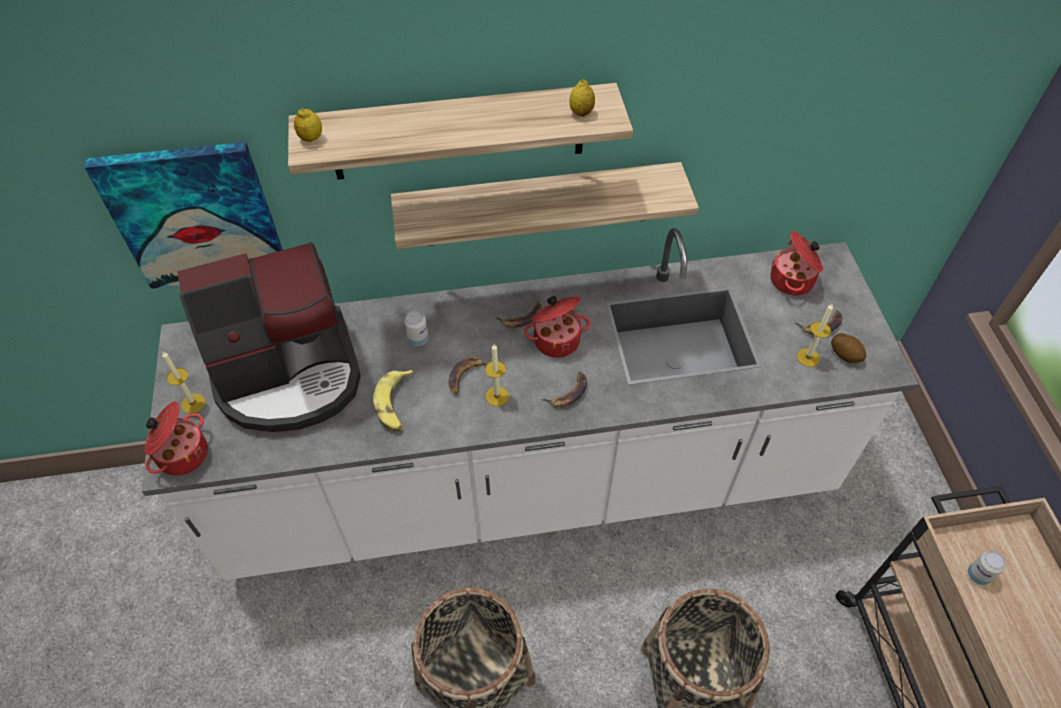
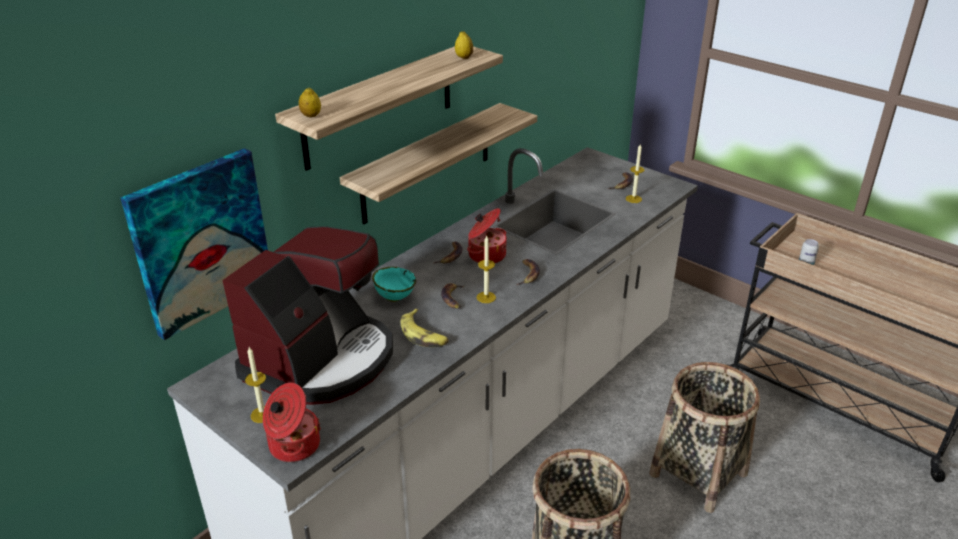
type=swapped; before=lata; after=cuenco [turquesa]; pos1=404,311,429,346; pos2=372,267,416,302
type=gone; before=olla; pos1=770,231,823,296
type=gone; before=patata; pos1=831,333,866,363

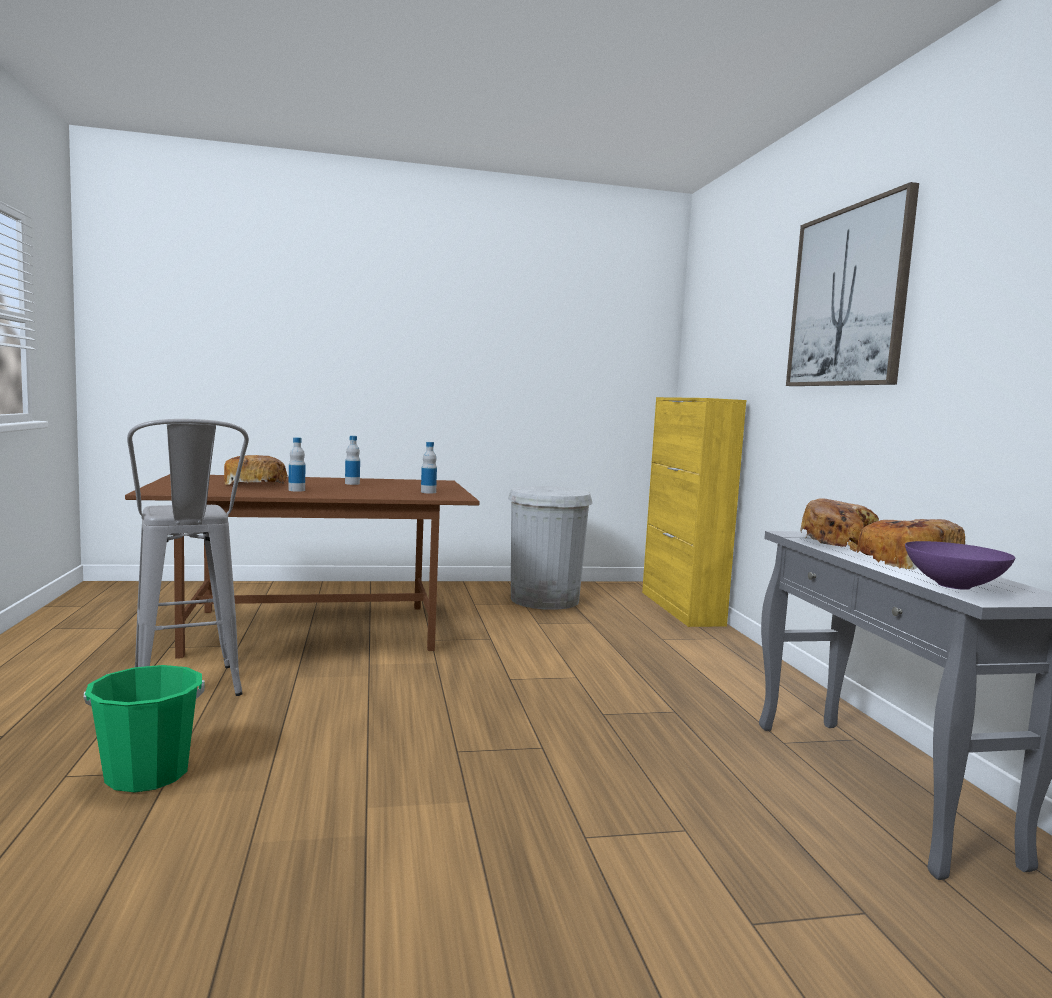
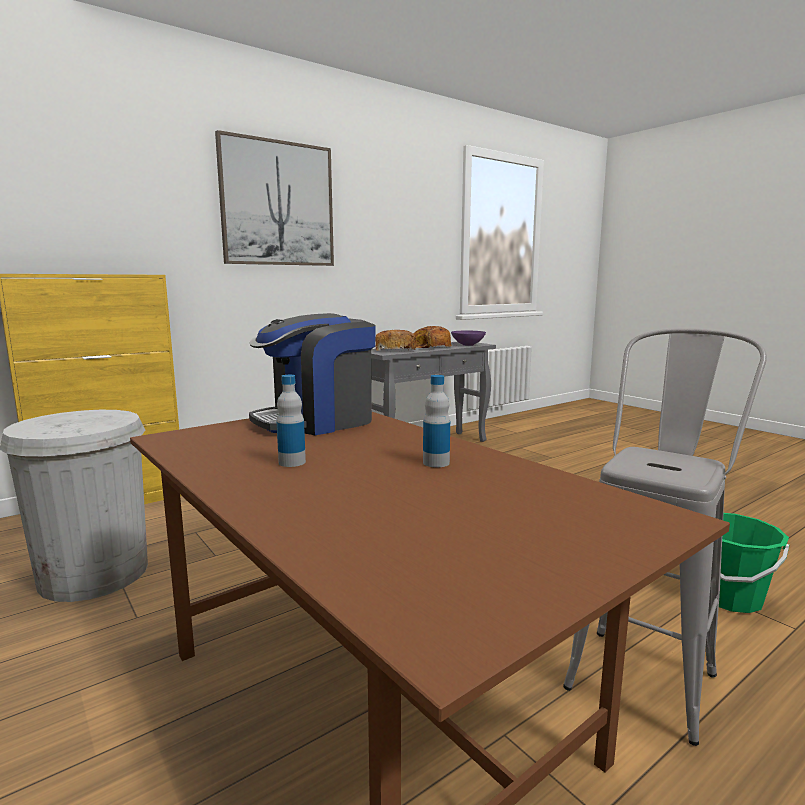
type=gone; before=pan; pos1=224,455,288,485
type=swapped; before=botella; after=cafetera; pos1=421,442,437,494; pos2=249,313,376,435

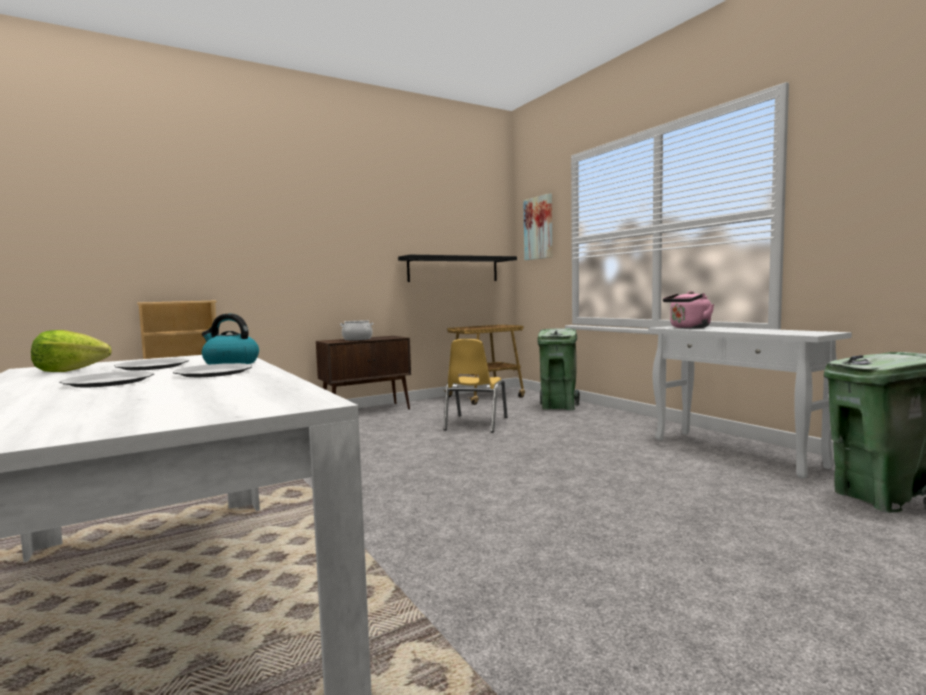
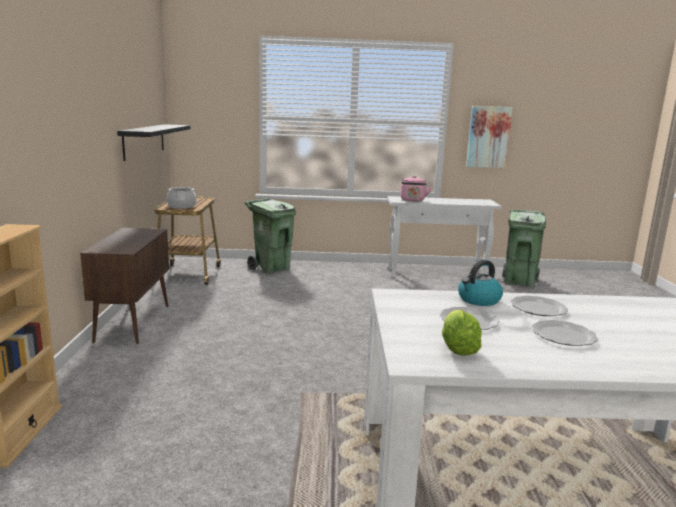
type=shifted; before=olla; pos1=340,321,374,341; pos2=167,187,197,209
type=gone; before=silla [amarillo]; pos1=443,339,508,432
type=shifted; before=cuadro; pos1=523,193,552,260; pos2=466,106,513,168

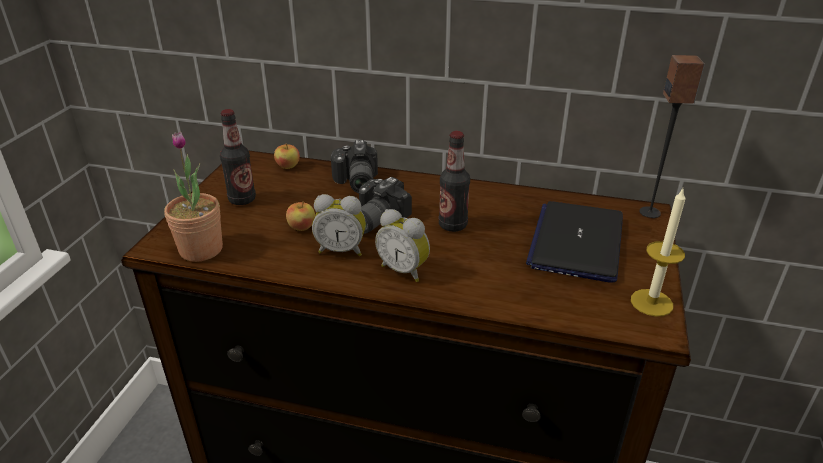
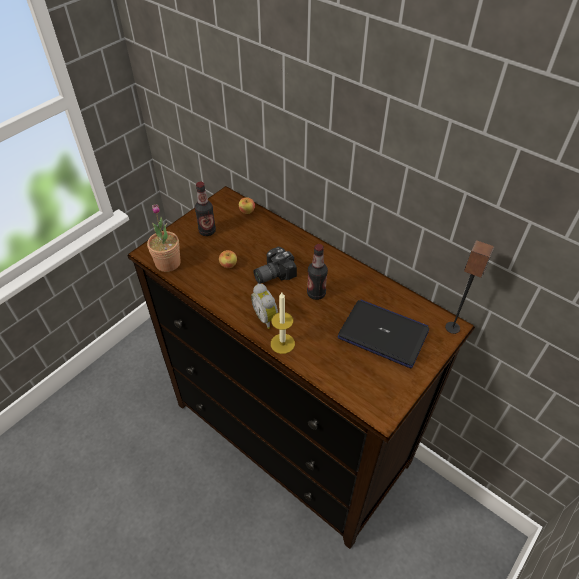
type=gone; before=despertador; pos1=312,194,366,256
type=gone; before=cámara; pos1=331,140,378,193
type=rotated; before=portátil; pos1=526,201,623,283; pos2=338,300,430,368; turn=75
type=shifted; before=vela; pos1=631,189,686,317; pos2=271,292,295,354

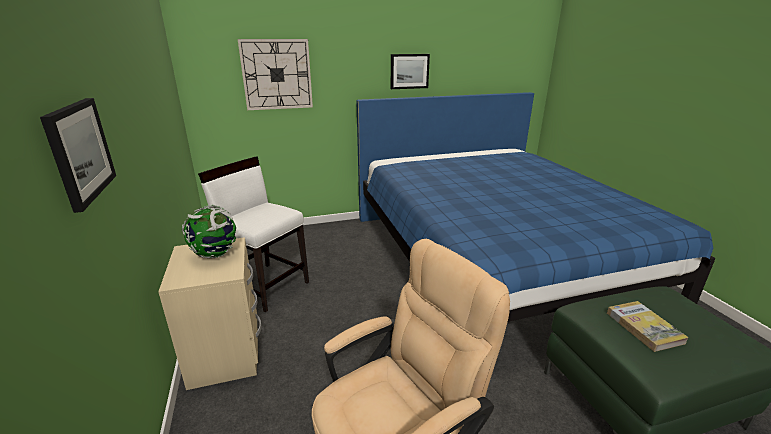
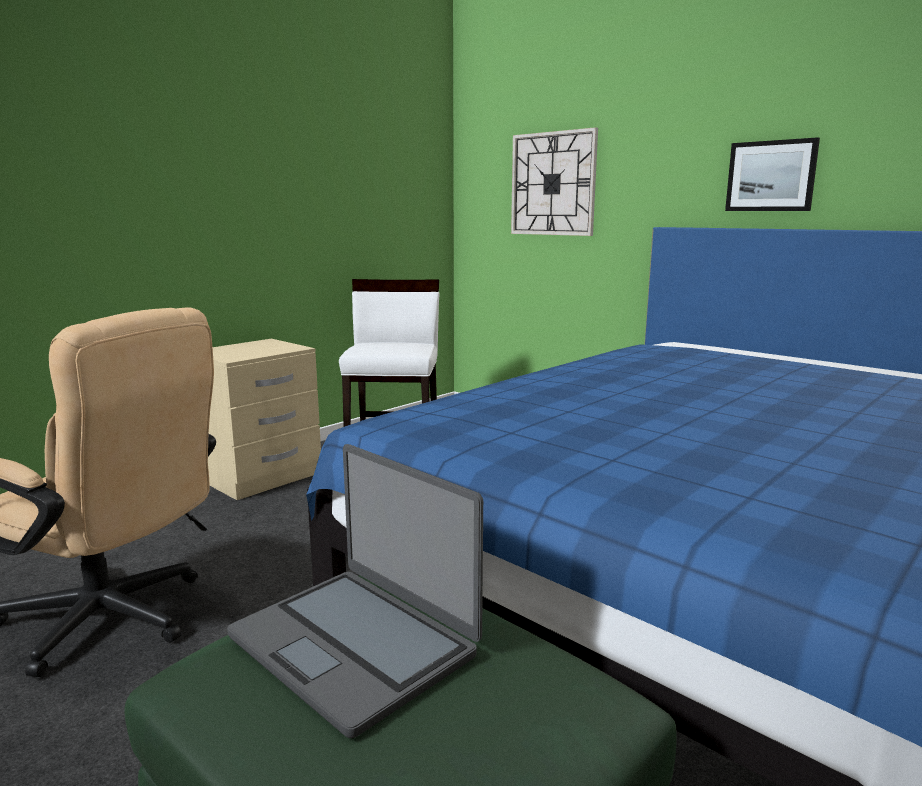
type=gone; before=cuadro; pos1=40,98,116,213
type=gone; before=globo terráqueo; pos1=182,205,236,258
type=swapped; before=libro; after=portátil; pos1=607,301,689,352; pos2=227,444,483,738

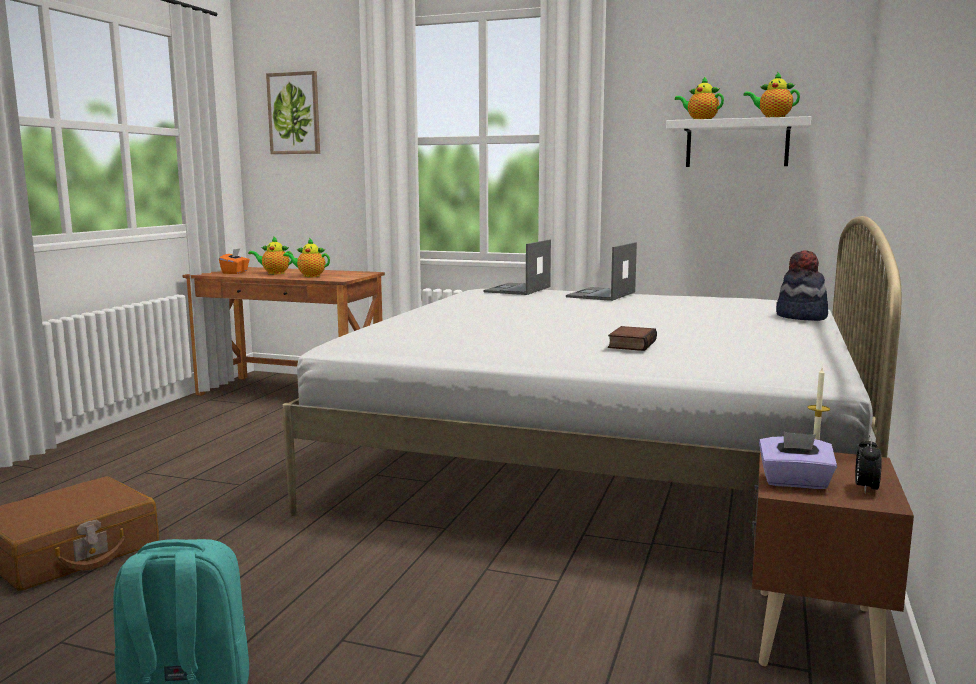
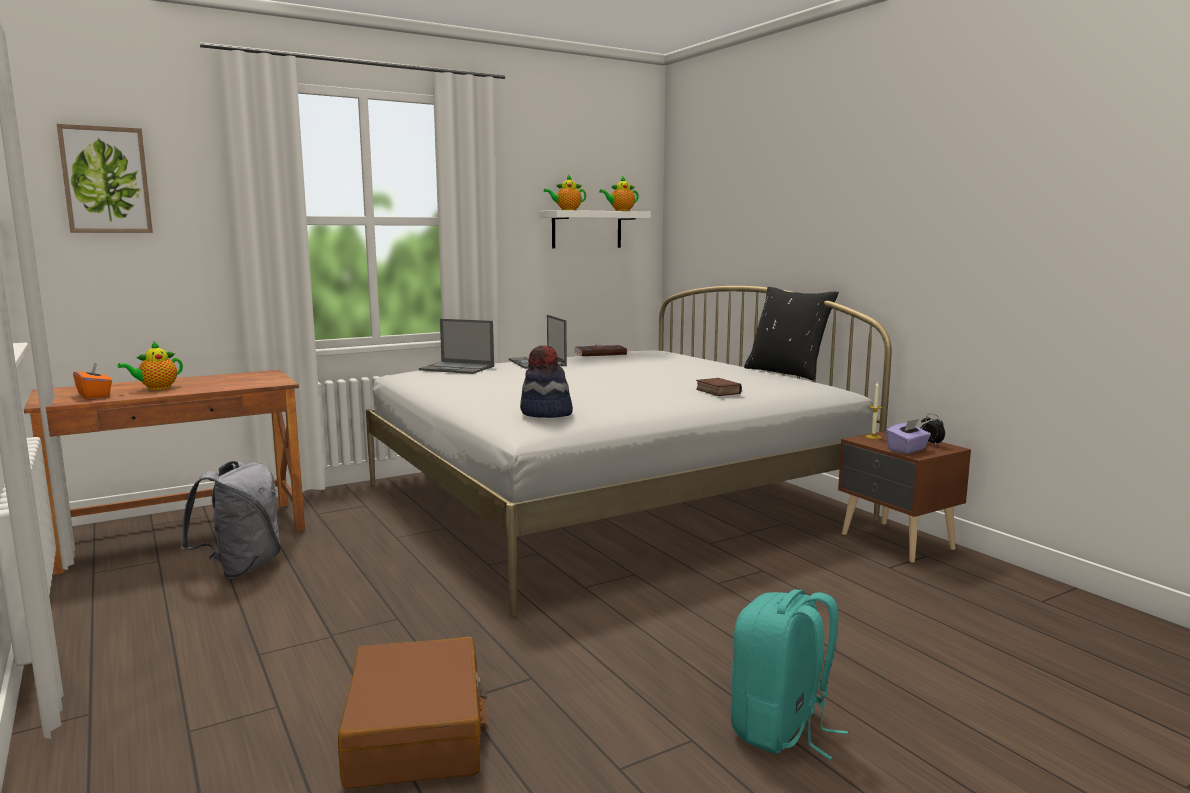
type=gone; before=tetera; pos1=283,238,330,277
type=rotated; before=portátil; pos1=483,239,551,295; pos2=419,319,494,374; turn=-45
type=shifted; before=sombrero; pos1=776,250,828,321; pos2=520,345,573,418
type=new; after=mochila [gris]; pos2=180,461,281,579
type=new; after=libro; pos2=574,345,628,356
type=new; after=cojín [negro]; pos2=744,287,839,380

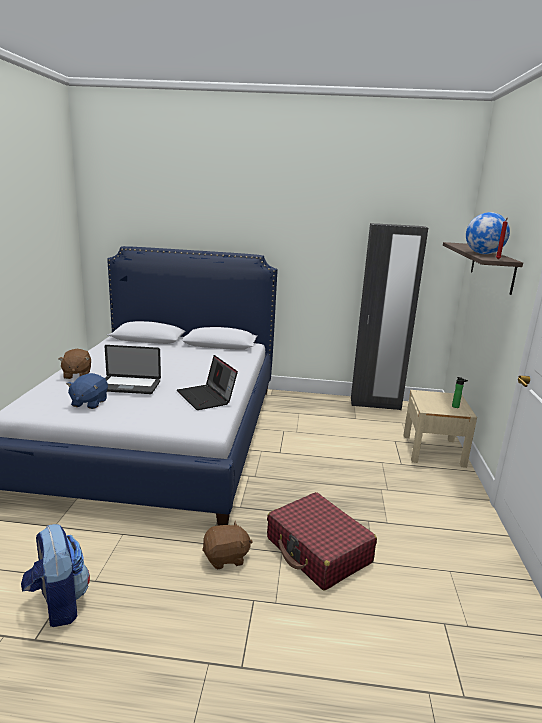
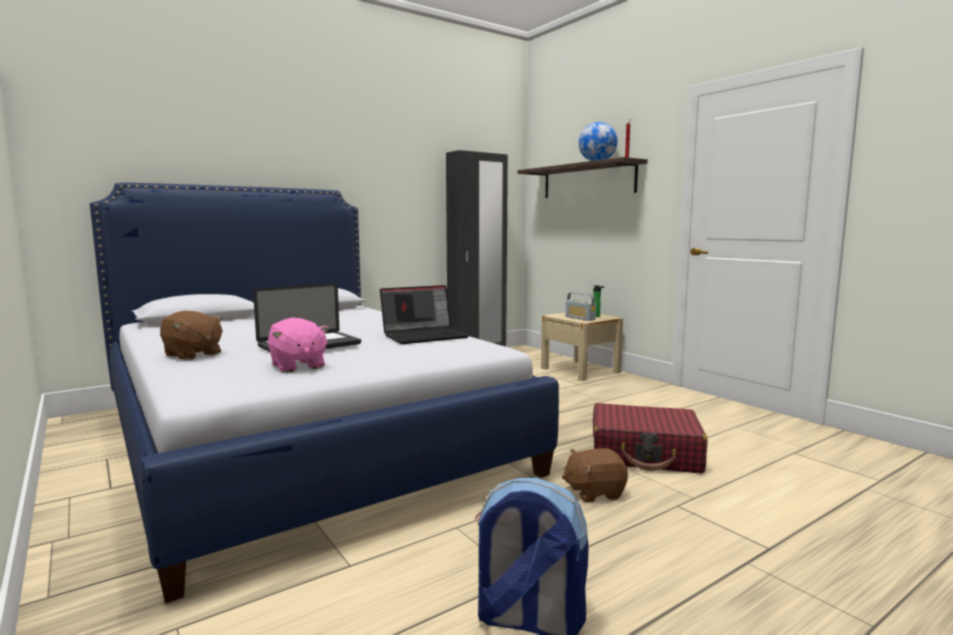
type=repainted; before=peluche [azul]; after=peluche [rosa]; pos1=66,373,108,409; pos2=268,318,330,373
type=rotated; before=portátil; pos1=177,355,238,410; pos2=380,285,469,344; turn=-45
type=rotated; before=peluche [marrón]; pos1=202,521,253,569; pos2=562,448,628,502; turn=-135
type=new; after=radio; pos2=566,292,596,321

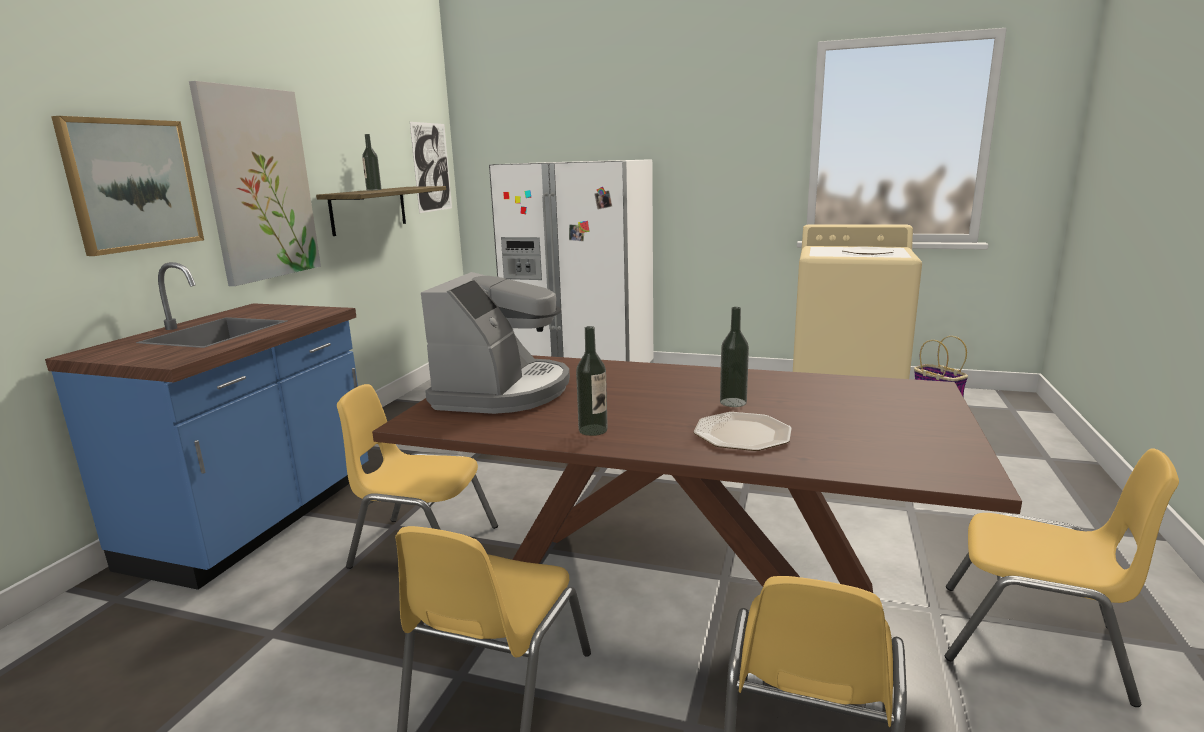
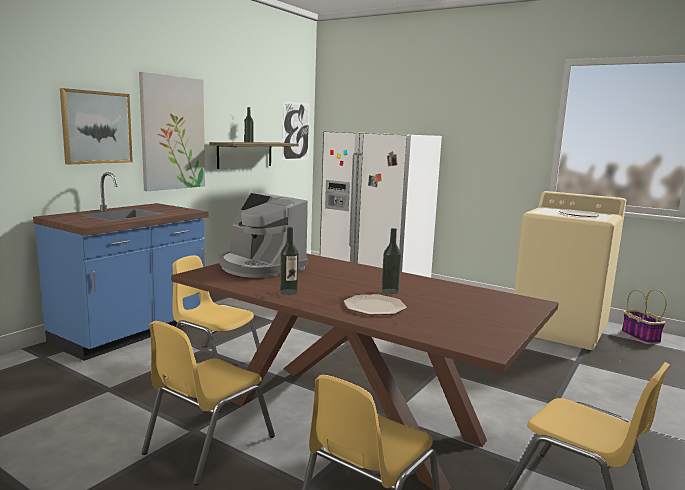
type=rotated; before=cafetera; pos1=421,272,570,414; pos2=219,193,308,278; turn=105

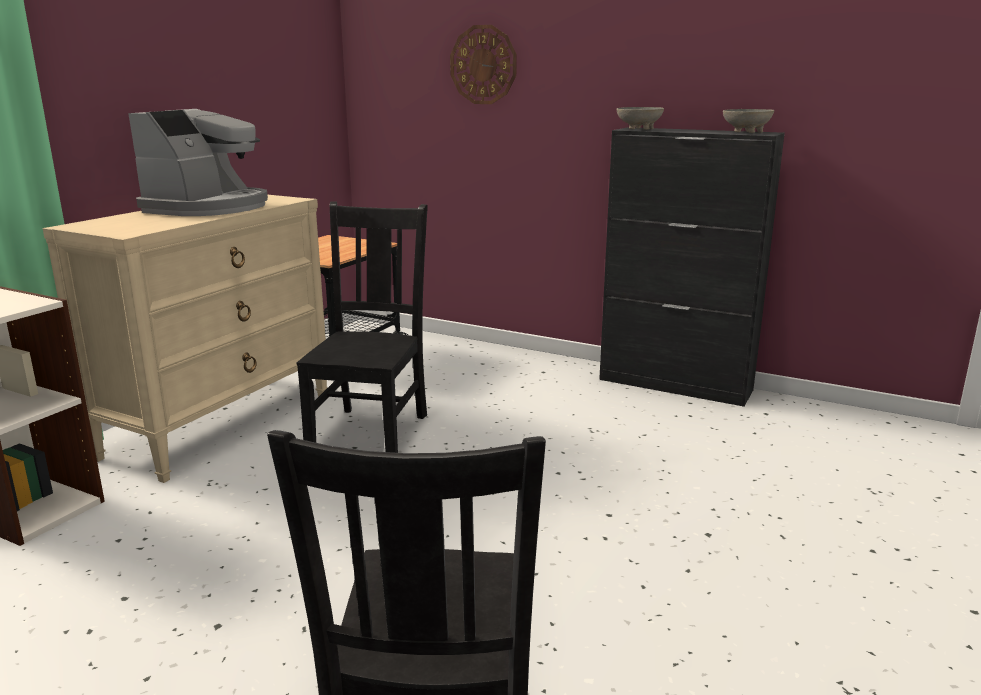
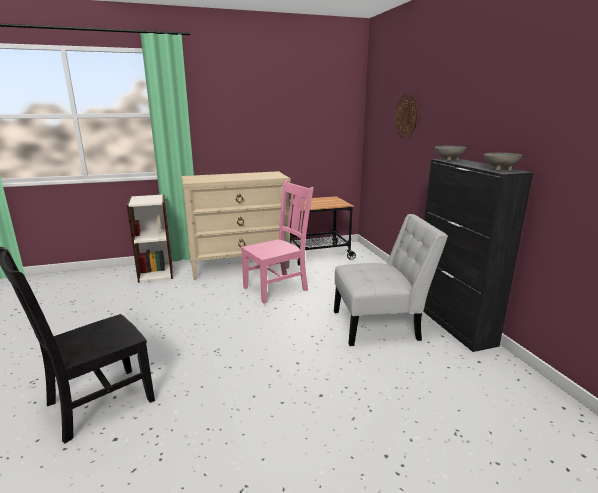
type=gone; before=cafetera; pos1=128,109,268,216
type=repainted; before=silla [negro]; after=silla [rosa]; pos1=296,201,428,453; pos2=241,180,314,304
type=new; after=silla [blanco]; pos2=334,214,448,346

